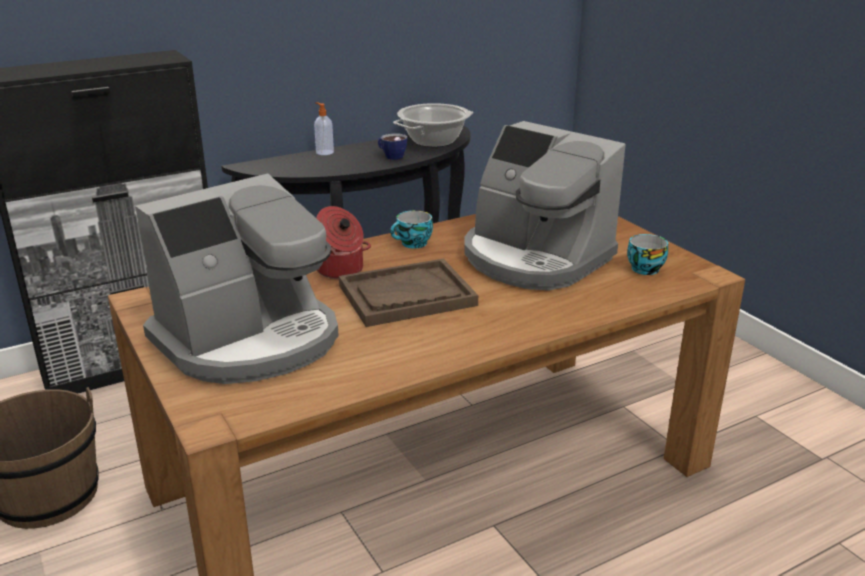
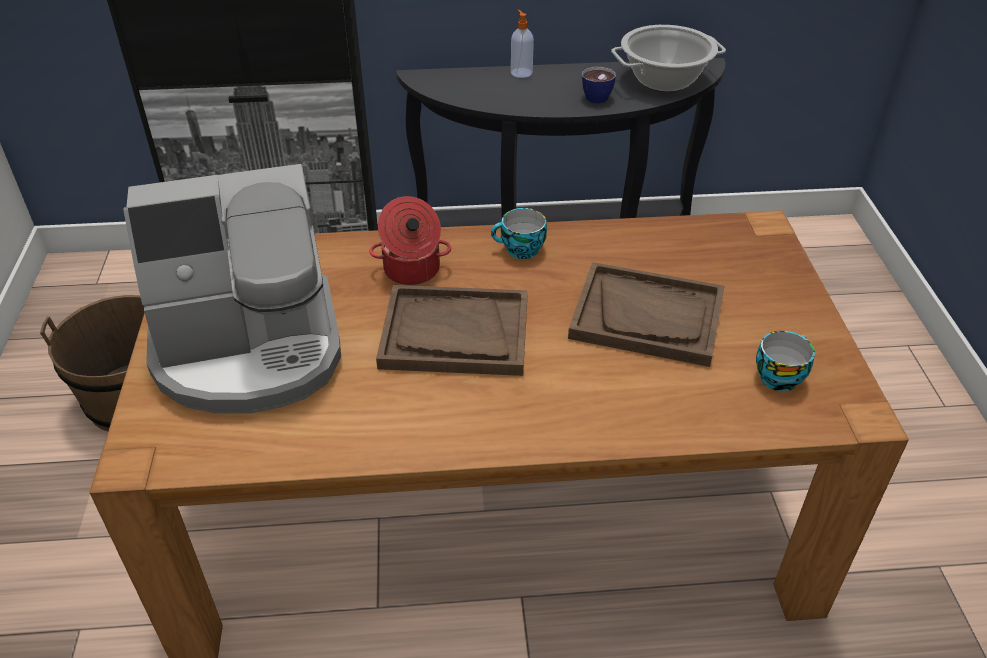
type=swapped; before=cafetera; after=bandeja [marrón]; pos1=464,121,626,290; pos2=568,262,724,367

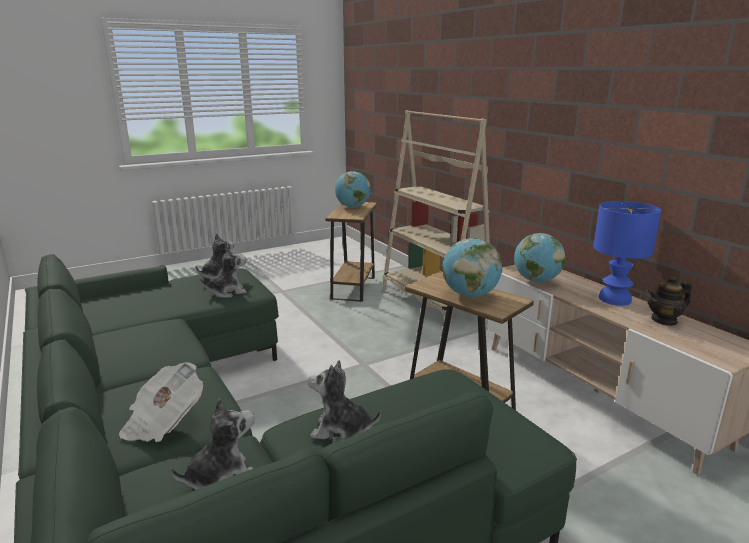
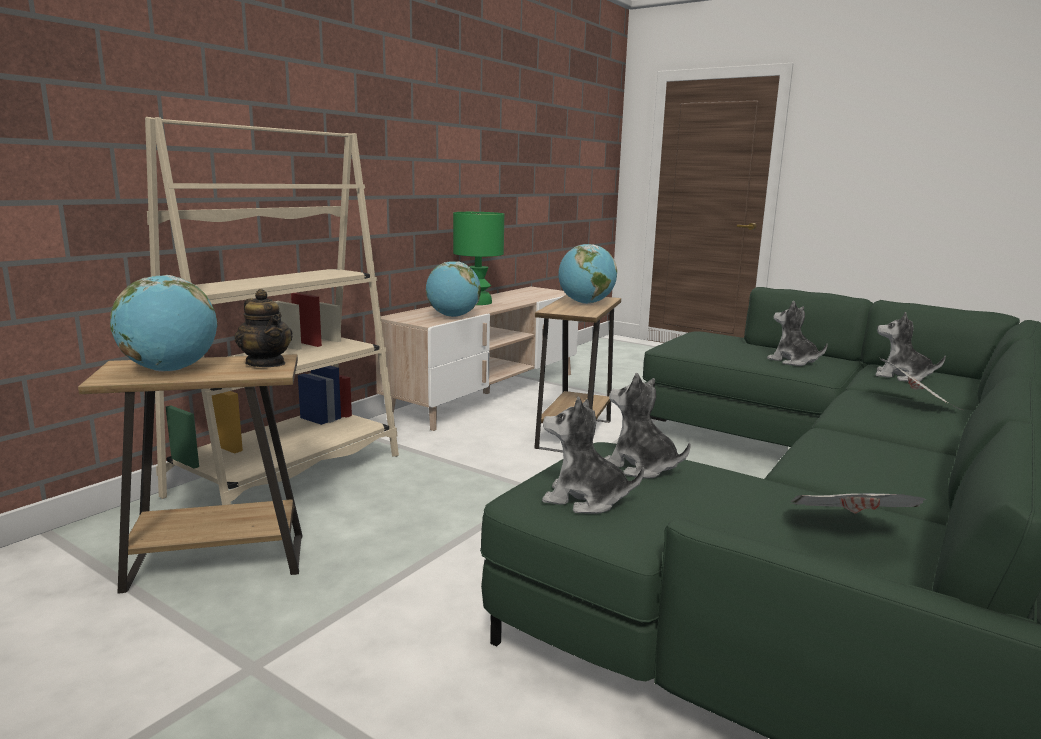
type=rotated; before=peluche; pos1=308,360,381,443; pos2=767,301,828,366; turn=150
type=repainted; before=lámpara de mesa [azul]; after=lámpara de mesa [verde]; pos1=593,201,661,306; pos2=453,212,504,305
type=shifted; before=tetera; pos1=647,275,692,326; pos2=234,289,293,367
type=new; after=periódico; pos2=790,493,927,514

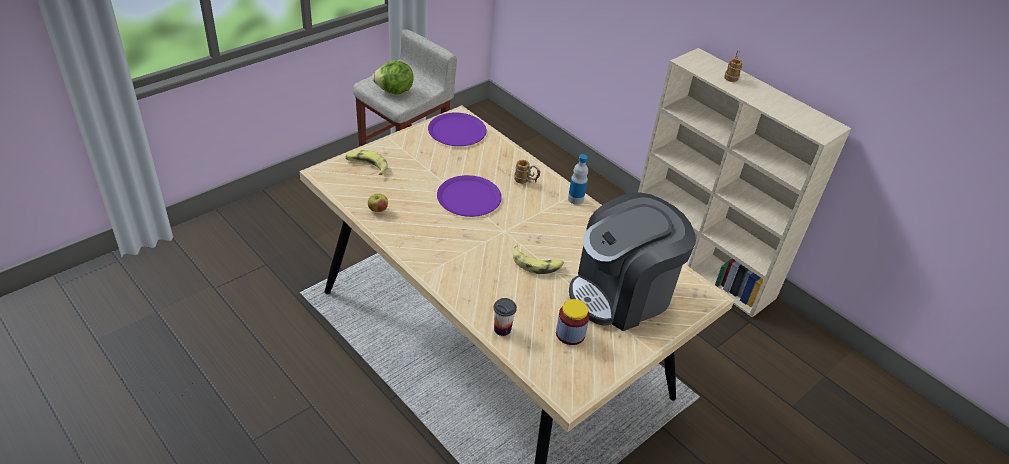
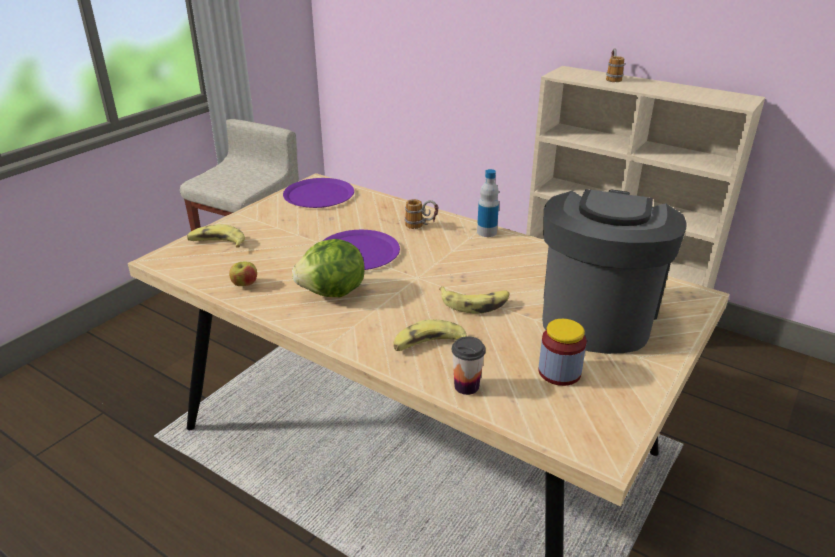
type=shifted; before=lechuga; pos1=372,61,414,95; pos2=292,239,365,297
type=rotated; before=cafetera; pos1=569,192,696,331; pos2=542,189,687,354; turn=150
type=new; after=plátano; pos2=393,319,467,351

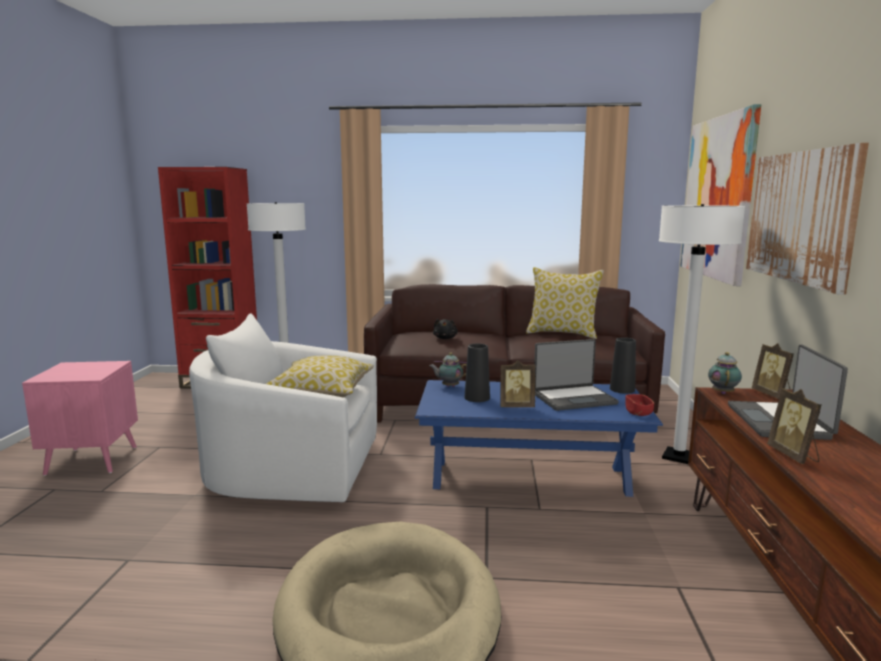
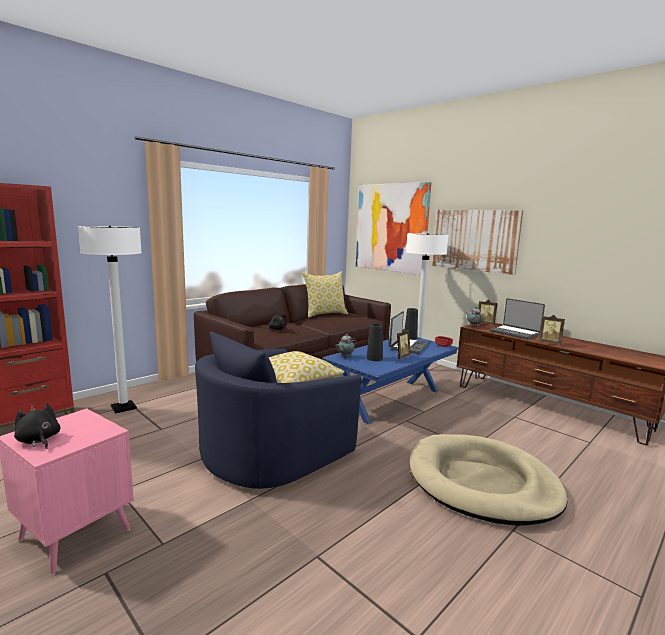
type=repainted; before=sillón [blanco]; after=sillón [azul]; pos1=189,313,377,502; pos2=195,332,361,489
type=new; after=peluche [negro]; pos2=14,403,60,449

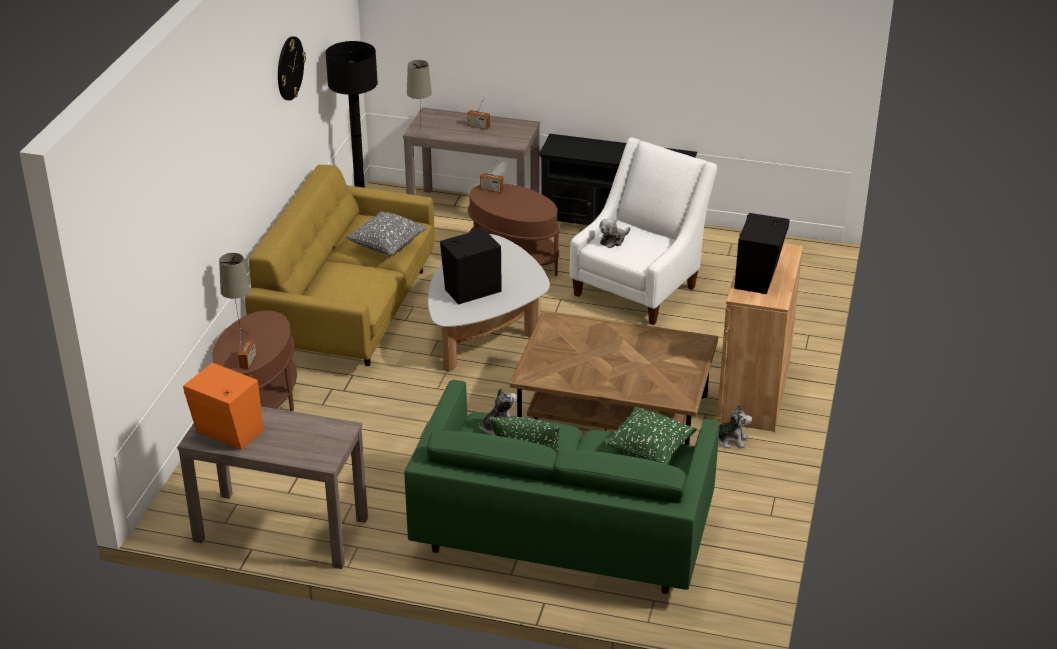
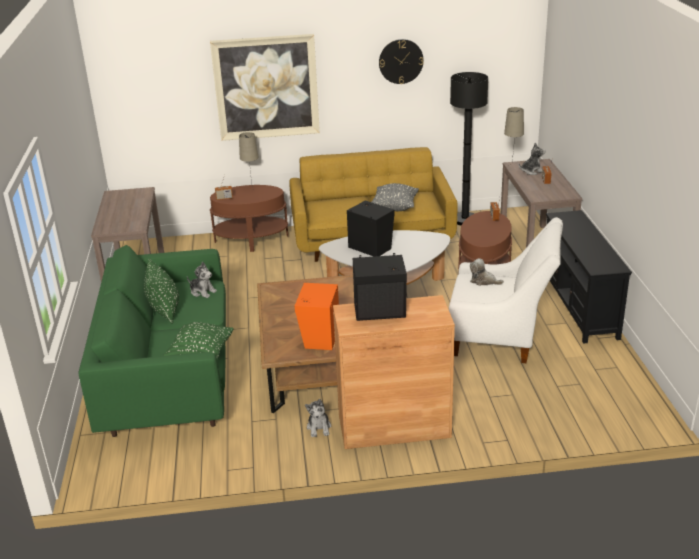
type=shifted; before=altavoz [naranja]; pos1=183,362,264,450; pos2=295,283,339,350
type=new; after=cuadro; pos2=210,34,320,141
type=new; after=peluche; pos2=519,142,546,175

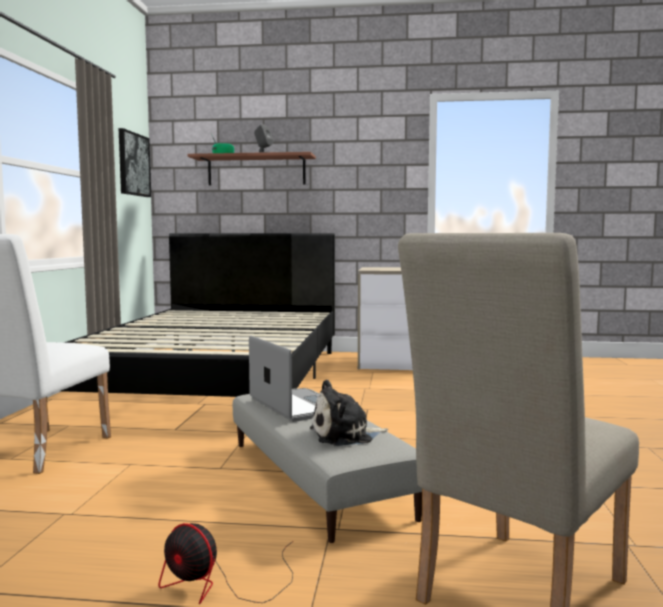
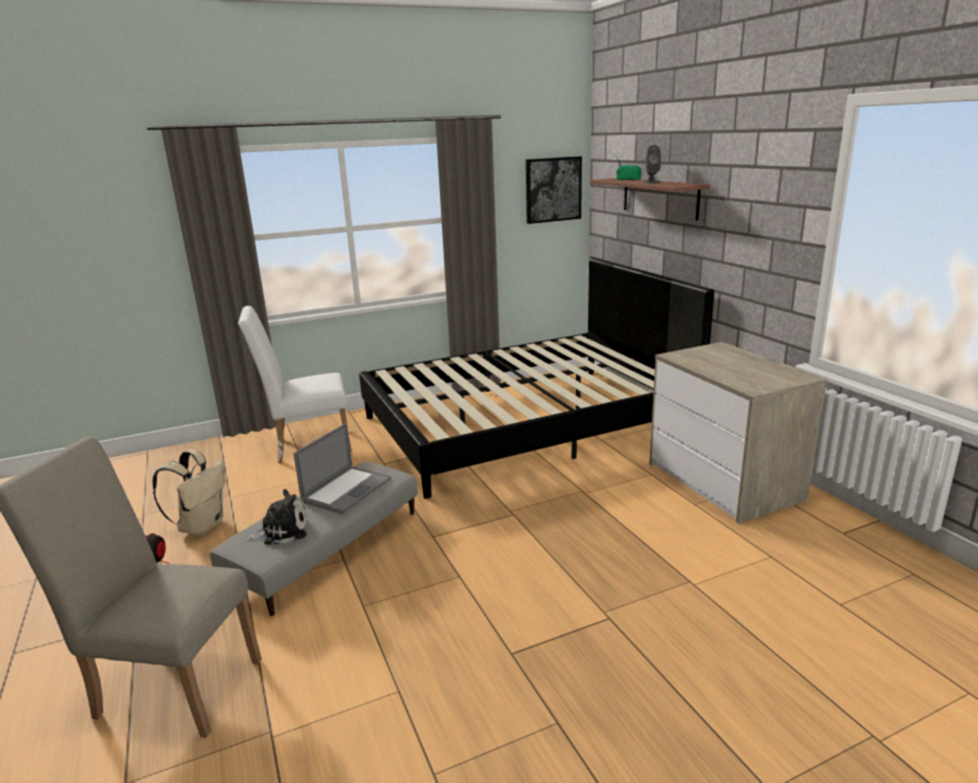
type=rotated; before=peluche; pos1=310,380,388,446; pos2=244,489,307,545; turn=120
type=new; after=mochila [beis]; pos2=152,449,225,536

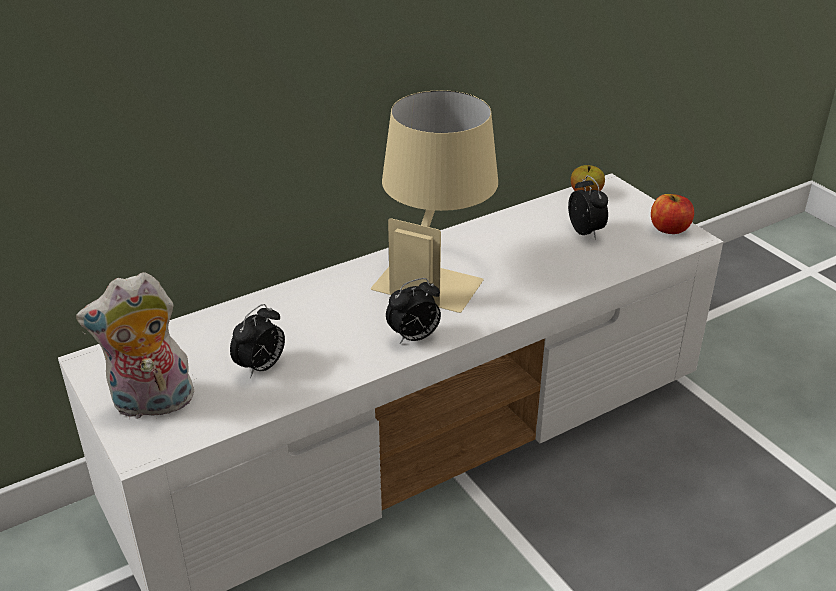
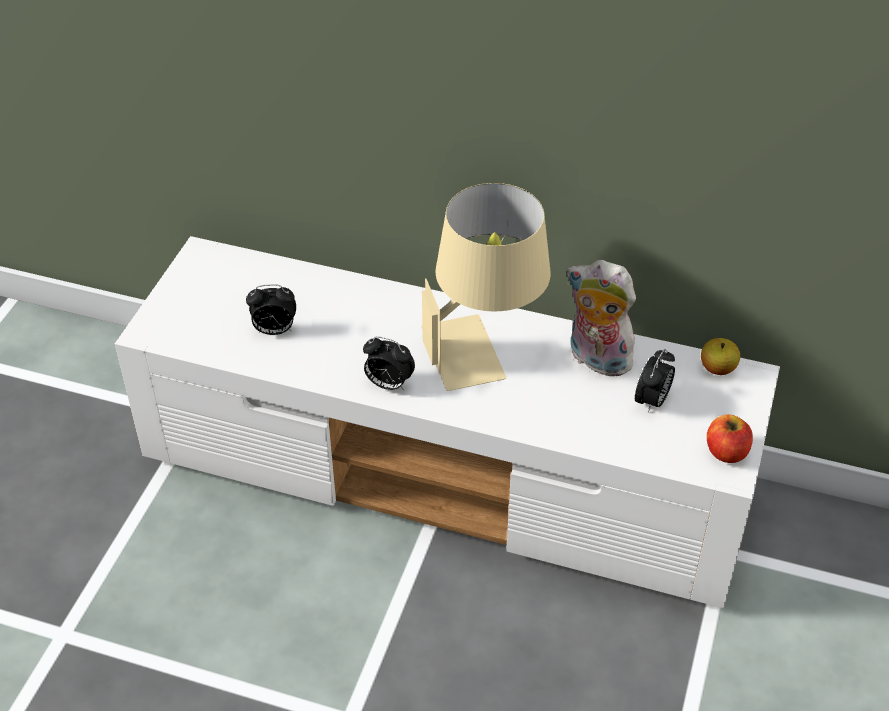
type=shifted; before=peluche; pos1=76,272,195,419; pos2=567,260,641,378

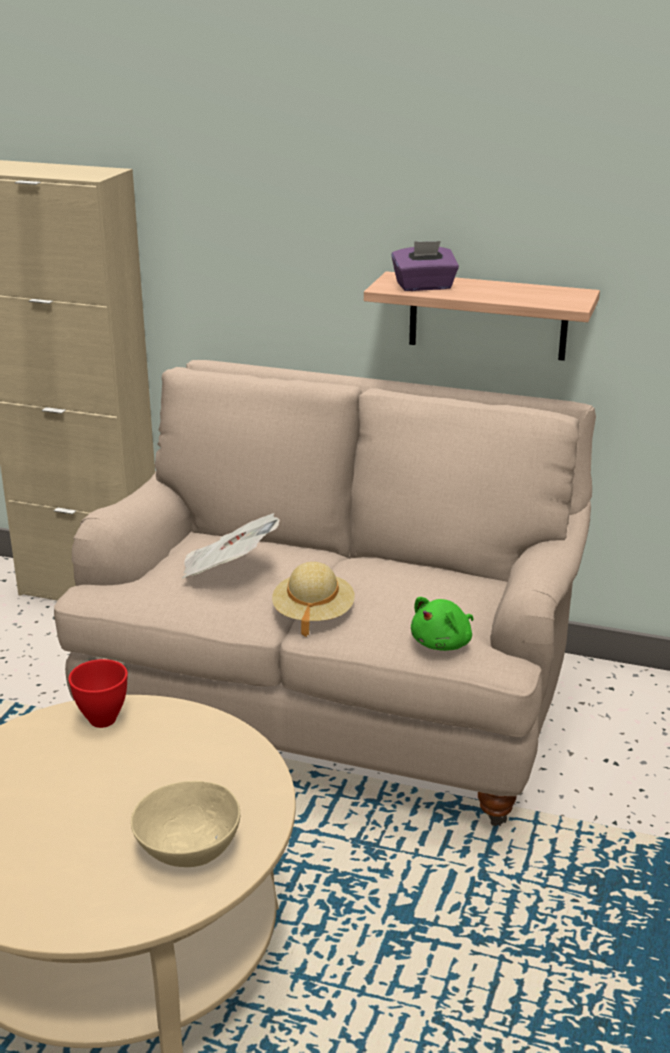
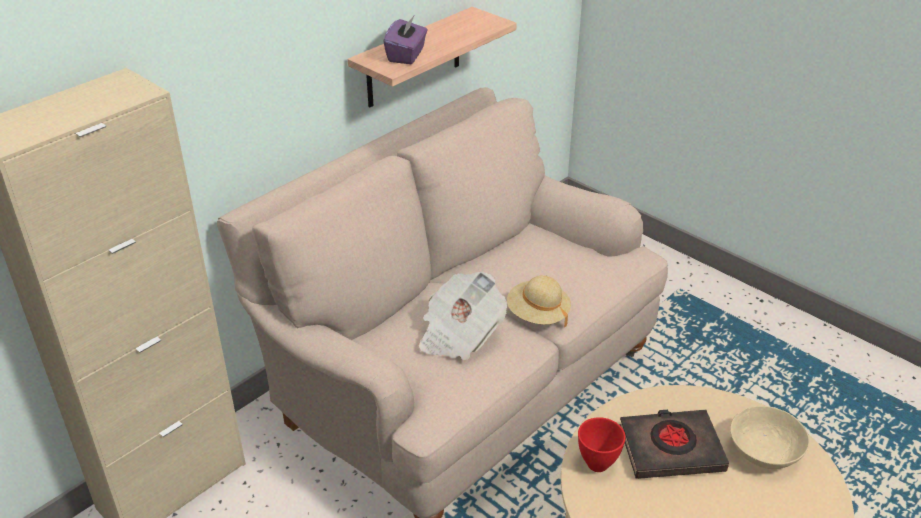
type=gone; before=peluche [verde]; pos1=411,597,474,651
type=new; after=libro [negro]; pos2=619,410,729,479

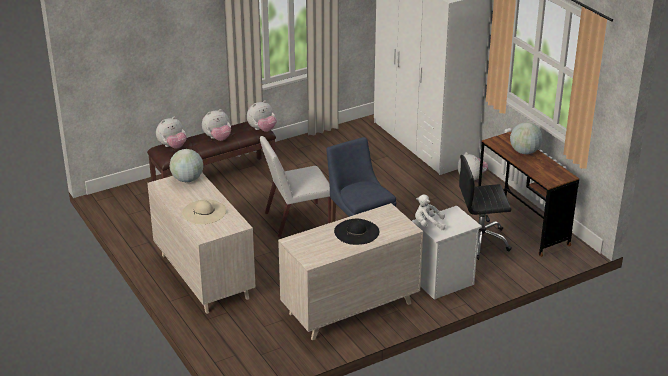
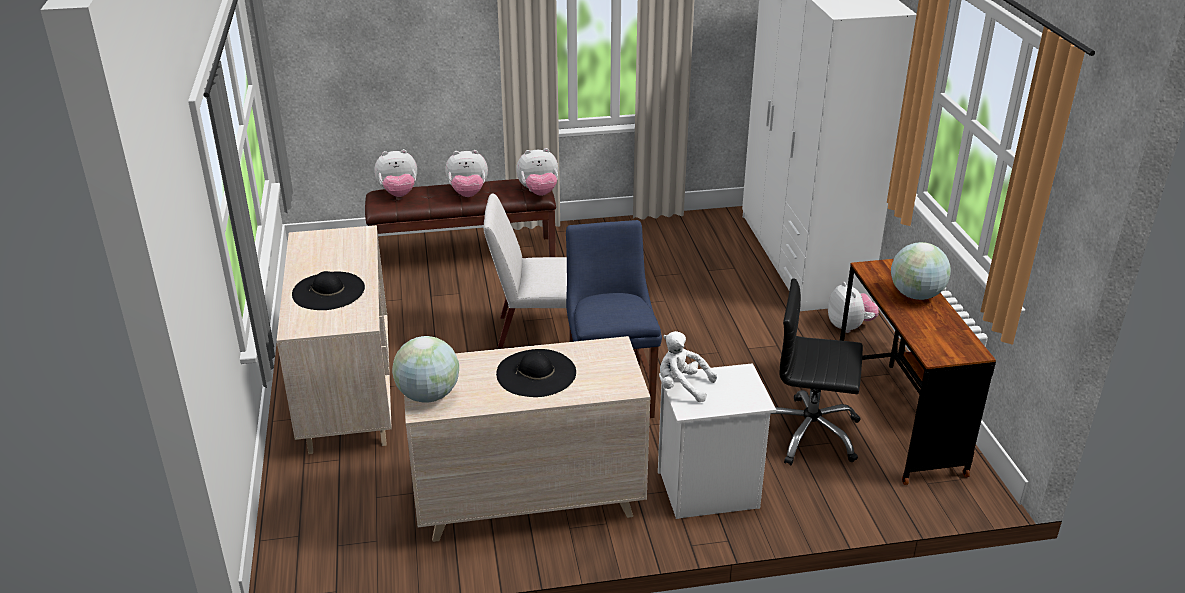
type=shifted; before=globo terráqueo; pos1=170,149,203,182; pos2=392,336,459,403
type=repainted; before=sombrero [beis]; after=sombrero [negro]; pos1=182,199,226,224; pos2=292,271,365,310

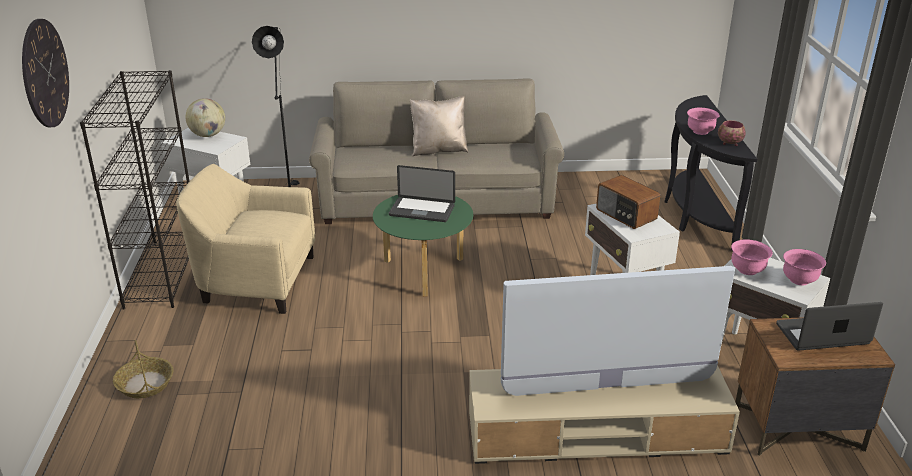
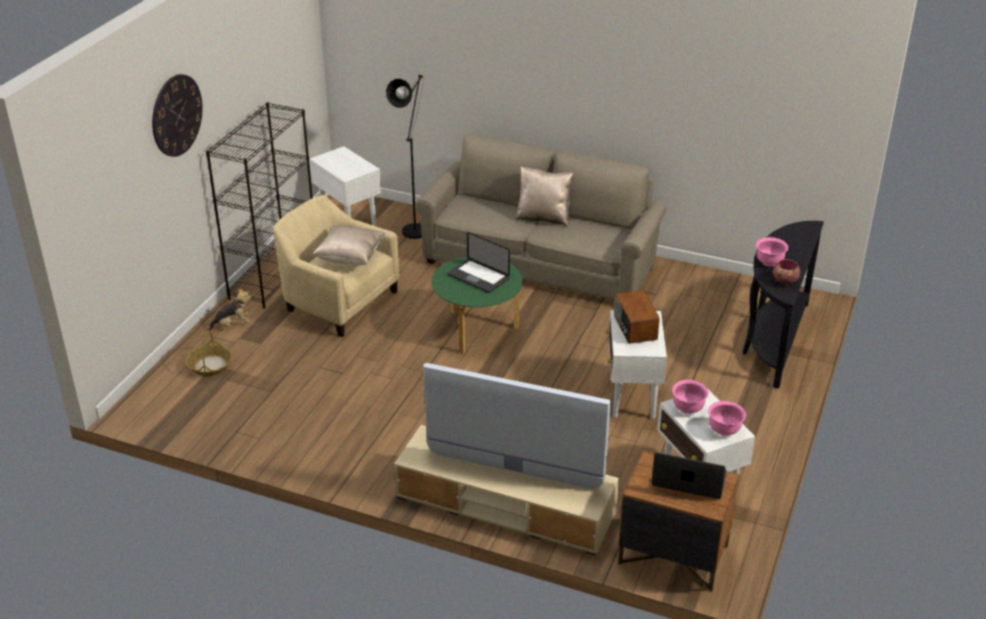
type=gone; before=globo terráqueo; pos1=186,98,225,137
type=new; after=peluche; pos2=207,287,251,330
type=new; after=cojín [beis]; pos2=313,225,385,266

